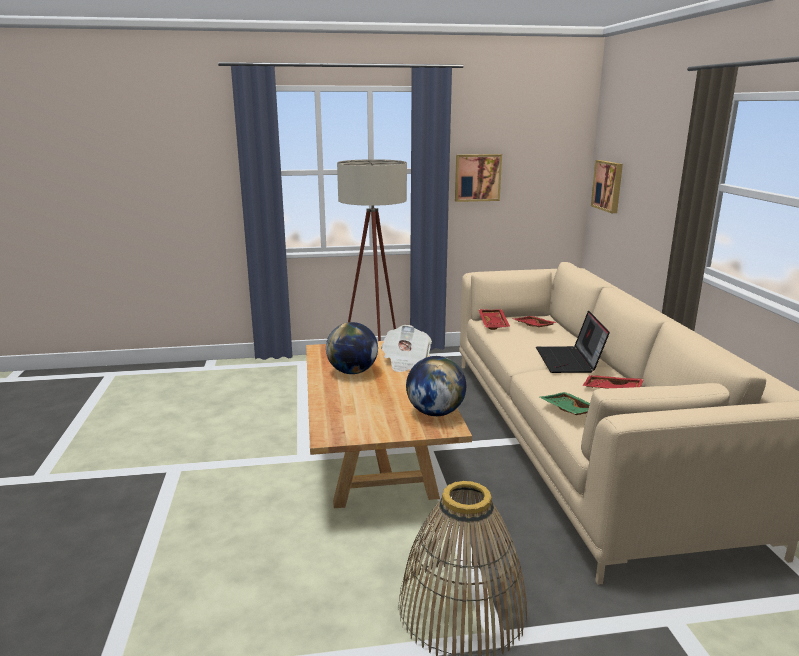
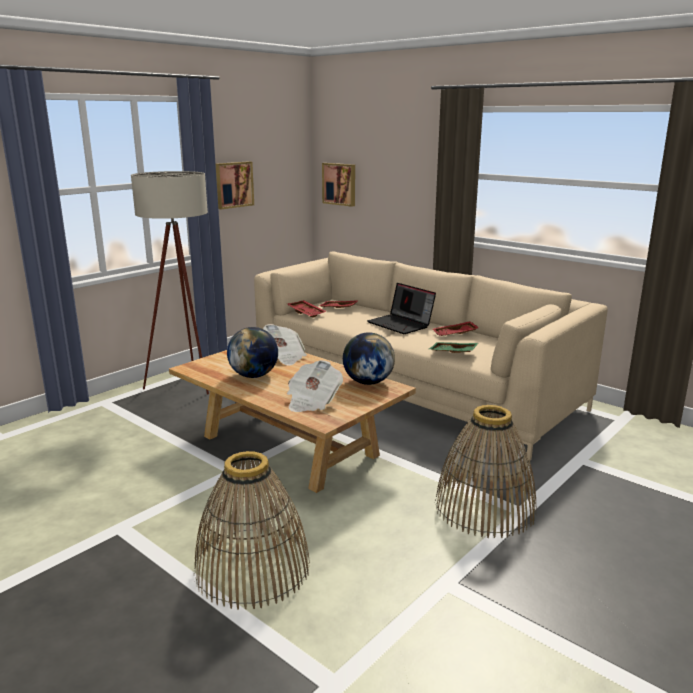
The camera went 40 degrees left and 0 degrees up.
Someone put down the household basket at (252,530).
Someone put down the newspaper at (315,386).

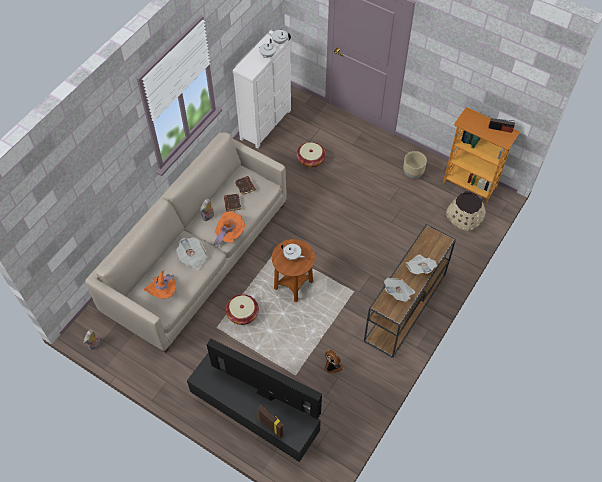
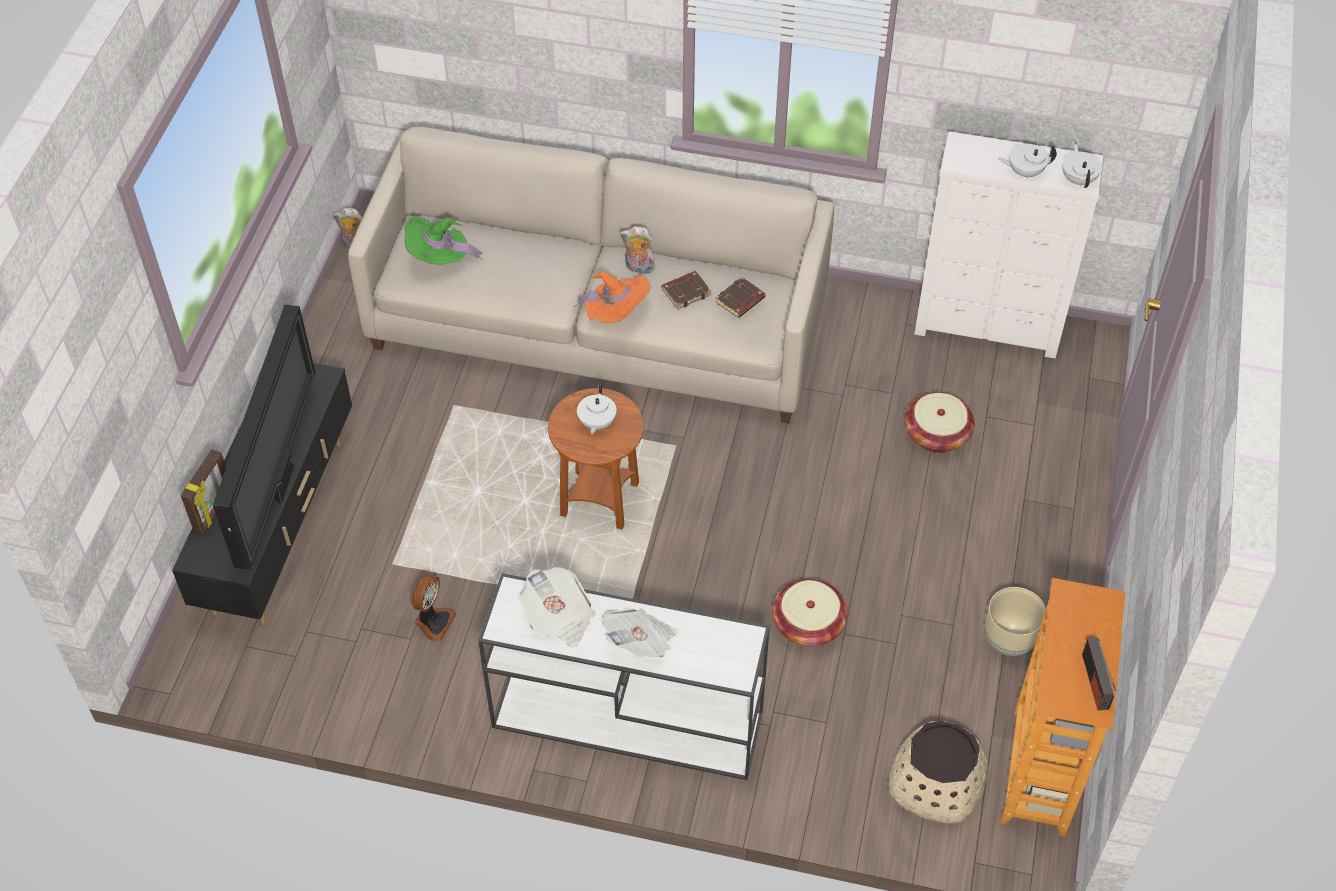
The camera went 70 degrees right and 5 degrees down.
Someone repainted the orange hat at (160,284), which became the green hat at (444,241).
Someone took away the newspaper at (192,253).
Someone carried the household basket from (242,309) to (810,613).
Someone repainted the brown hall table at (410,291), which became the white-coloured hall table at (624,676).

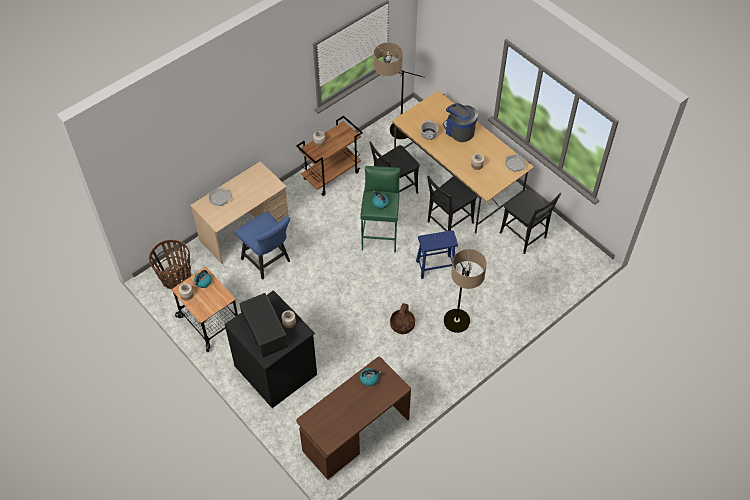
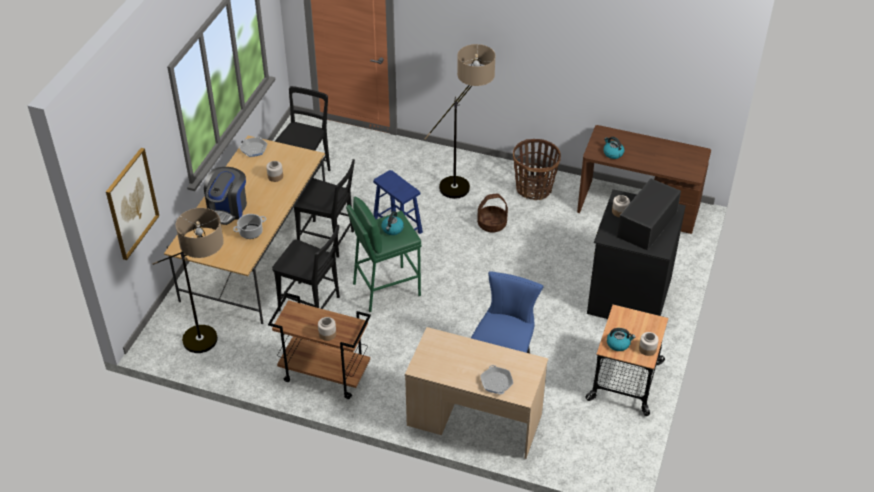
The camera went 120 degrees left and 10 degrees down.
Someone carried the household basket from (170,264) to (537,169).
Someone put up the wall picture at (132,204).

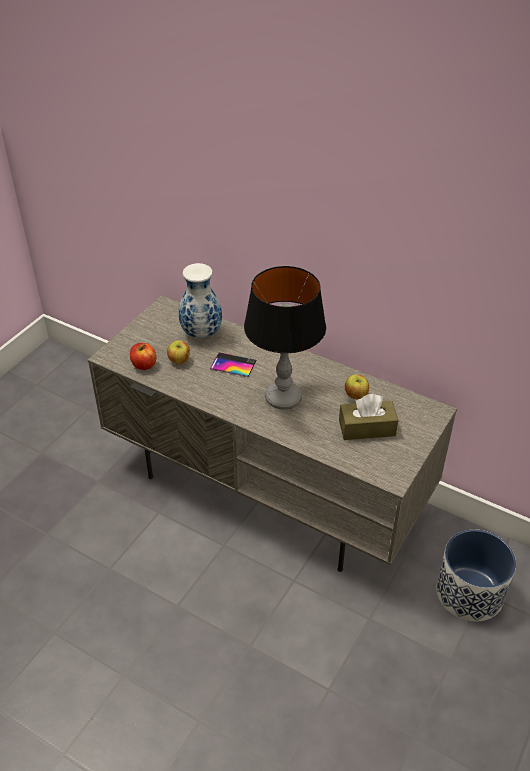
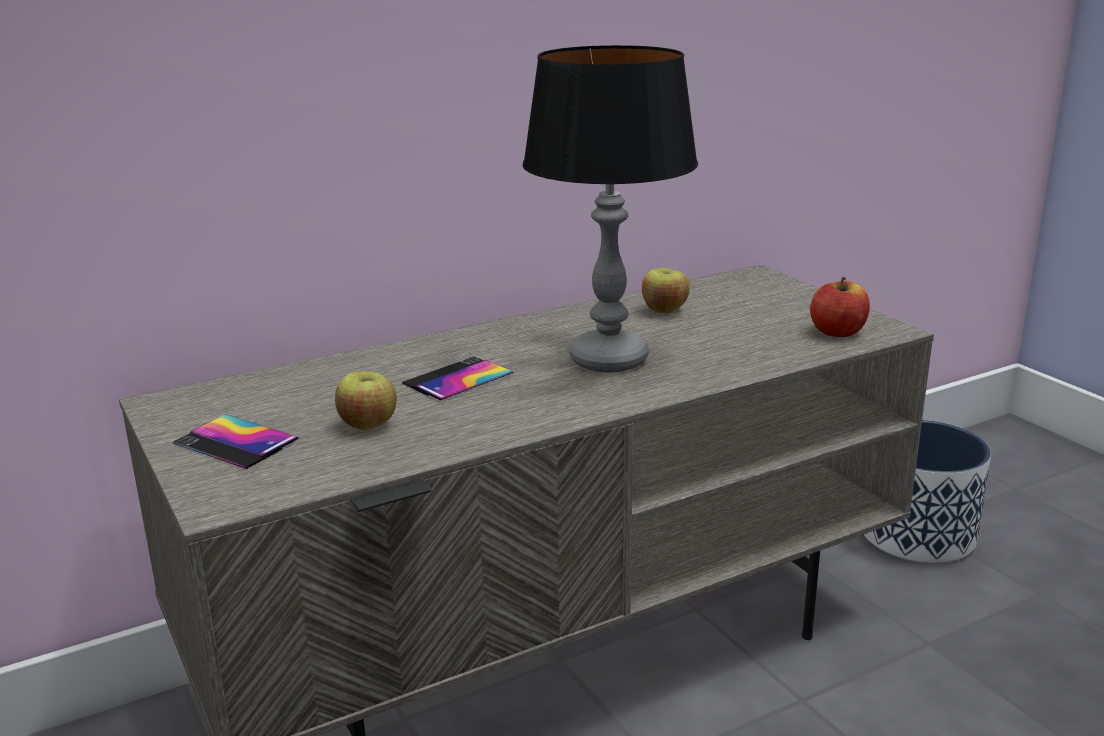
The camera went 60 degrees left and 20 degrees down.
Someone carried the apple fruit from (143,356) to (840,307).
Someone took away the flower vase at (200,301).
Someone took away the brown tissue box at (368,417).
Someone put down the handset at (235,441).

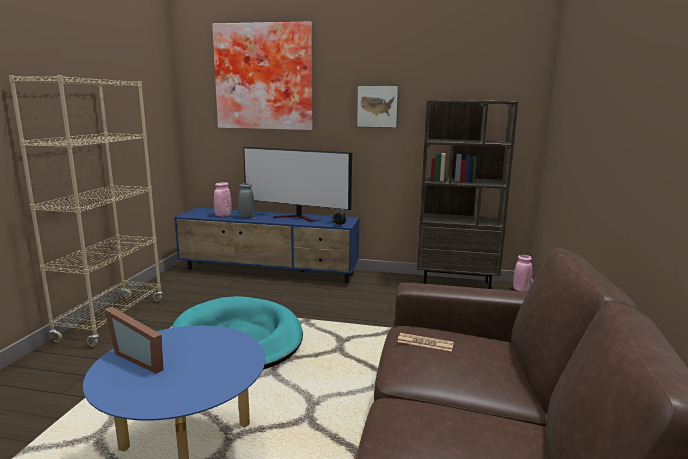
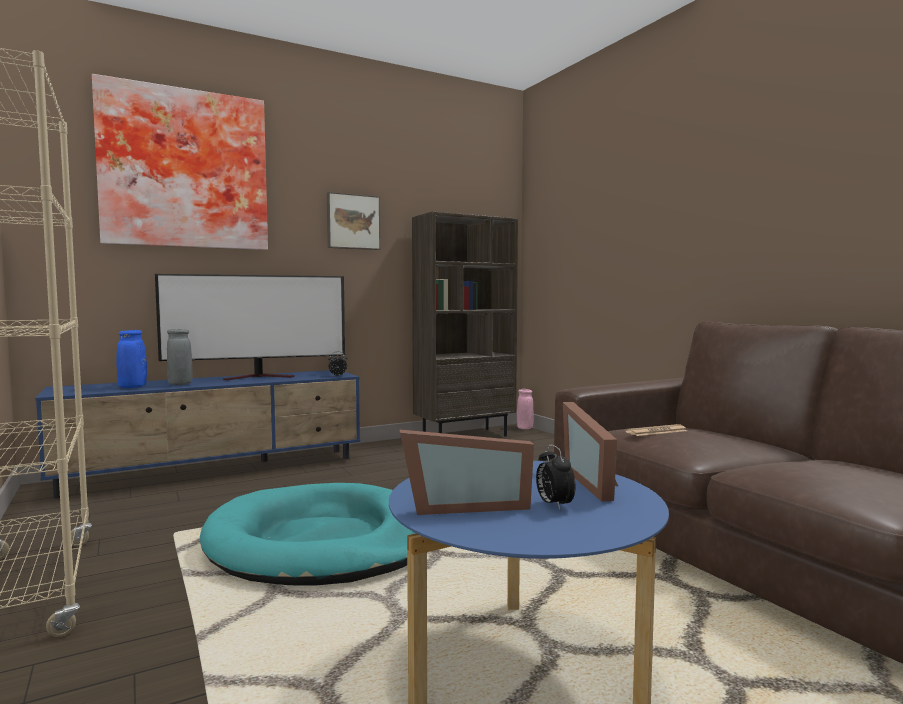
The camera went 40 degrees left and 10 degrees down.
Someone repainted the pink flower vase at (223,199), which became the blue-coloured flower vase at (131,359).
Someone put down the table clock at (555,478).
Someone put down the standing frame at (590,452).

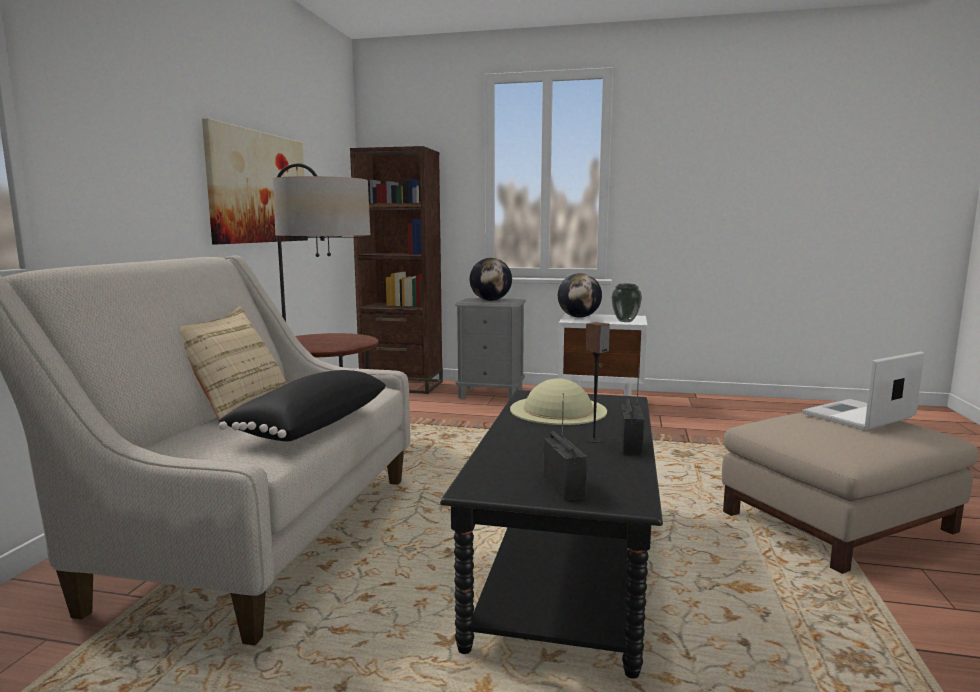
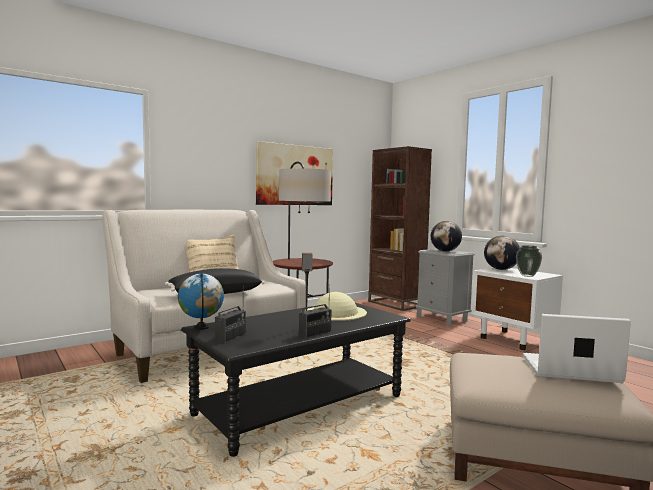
The camera went 40 degrees right and 5 degrees down.
Someone put down the world globe at (201,301).

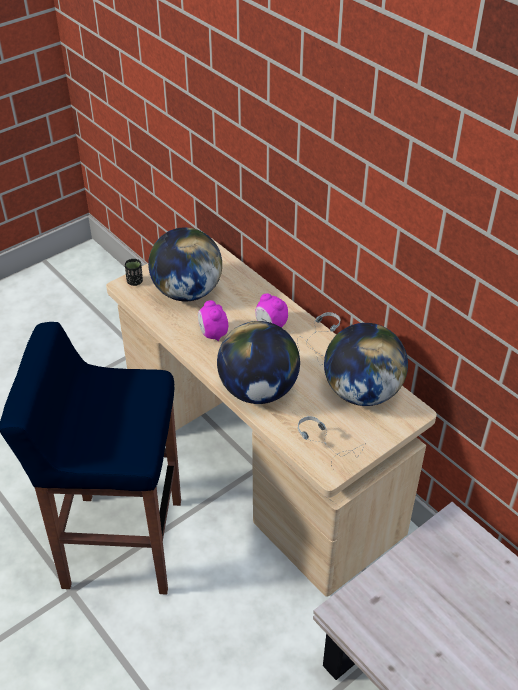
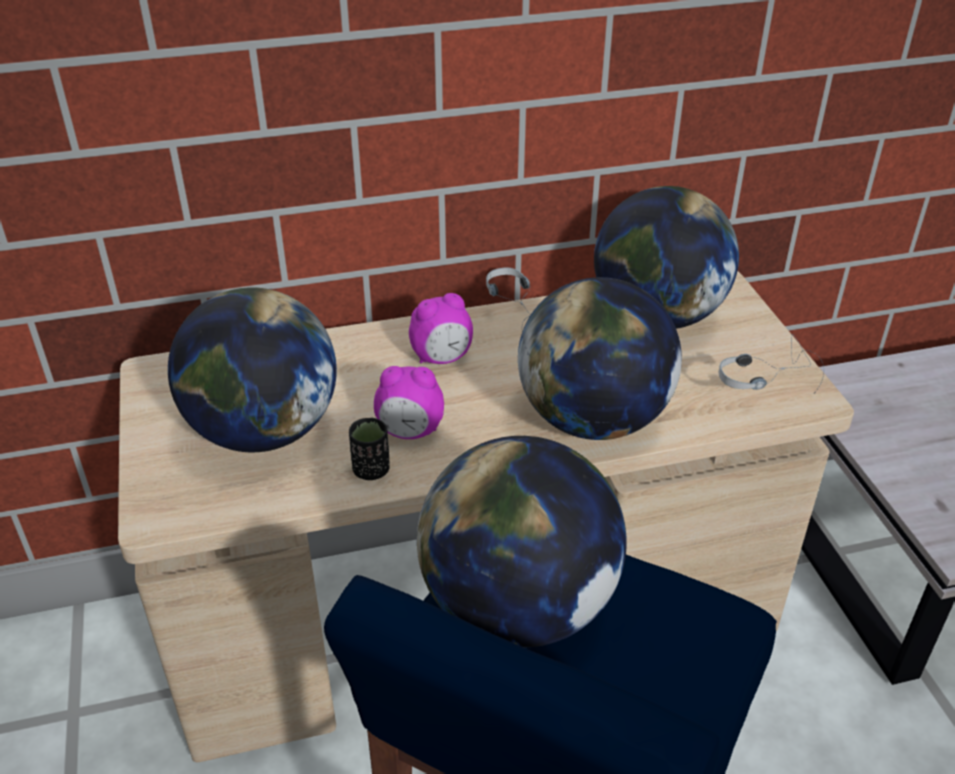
The camera went 65 degrees left and 5 degrees down.
Someone carried the blackish small cup from (134,272) to (369,449).
Someone put down the world globe at (522,542).

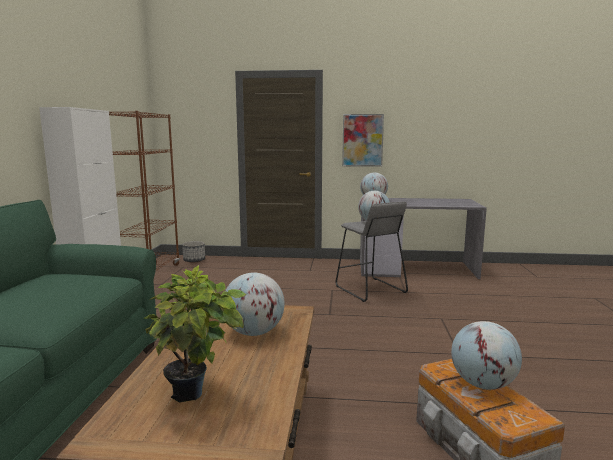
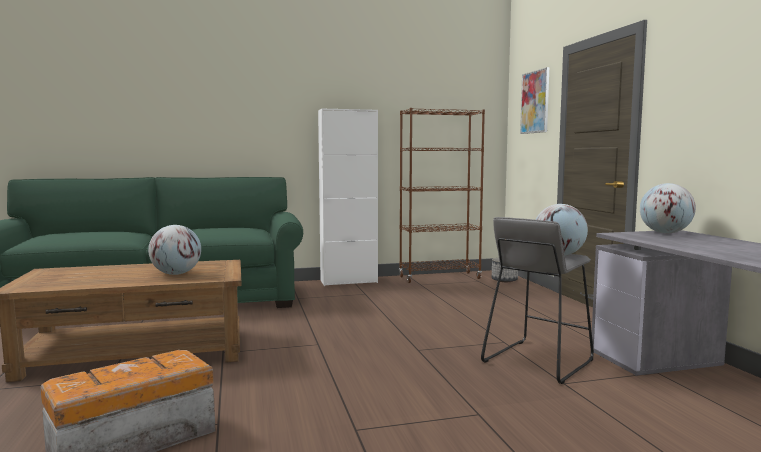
The camera went 70 degrees right and 5 degrees down.
Someone took away the houseplant at (194,334).
Someone carried the wall picture from (363,140) to (534,100).
Someone took away the world globe at (486,355).

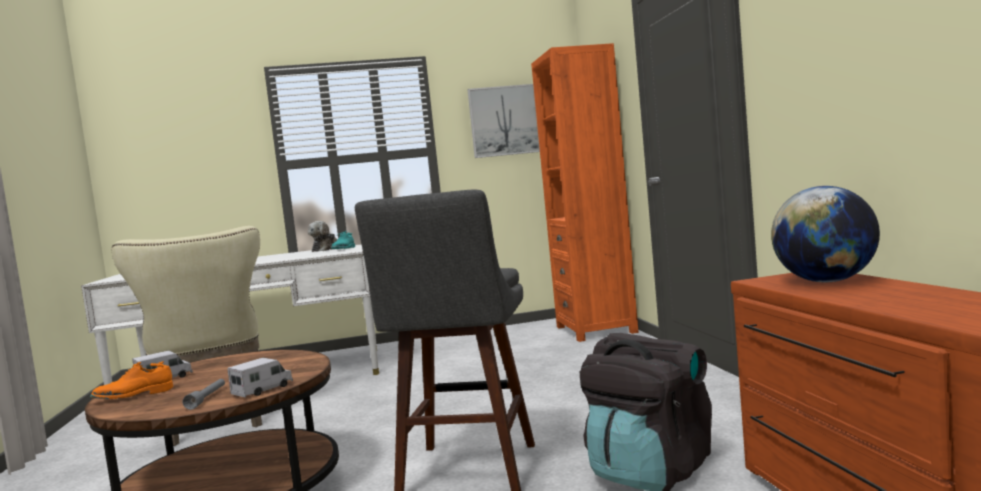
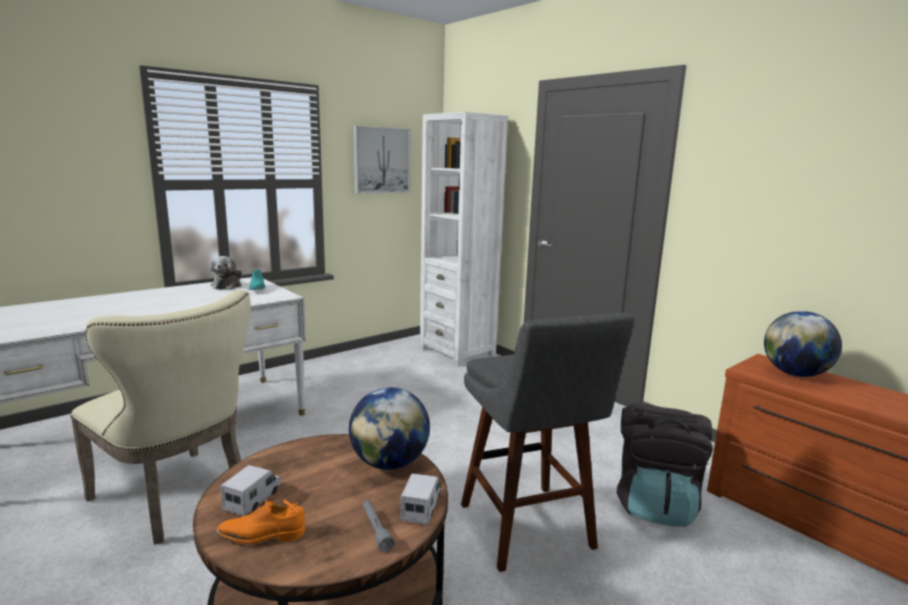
The camera went 30 degrees left and 10 degrees up.
Someone rotated the orange item of footwear at (131,380) by 45 degrees clockwise.
Someone repainted the orange bookshelf at (585,192), which became the white-coloured bookshelf at (464,239).
Someone put down the world globe at (389,428).

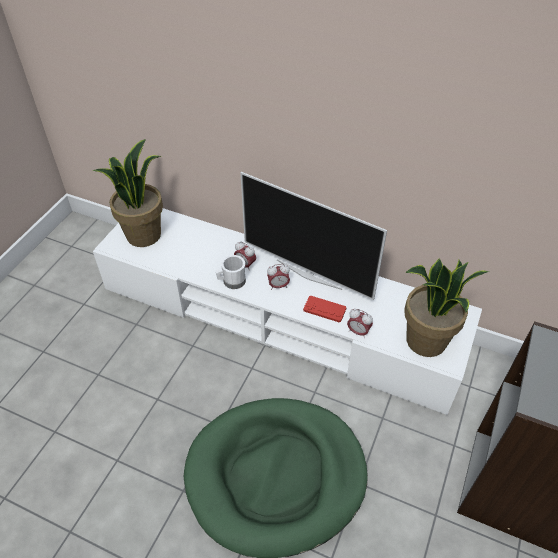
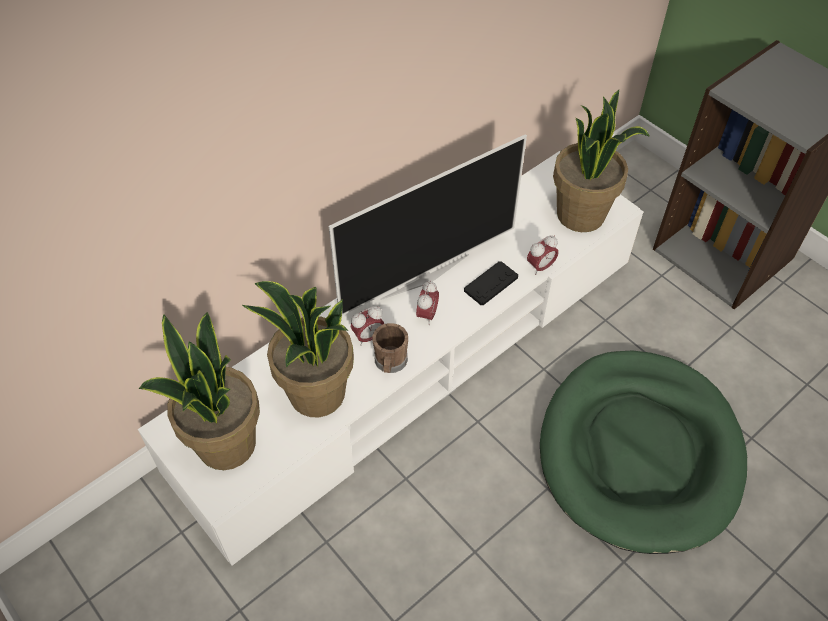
The camera went 65 degrees left and 5 degrees up.
Someone repainted the white-coloured tea mug at (231,272), which became the brown tea mug at (390,348).
Someone repainted the red-coloured game controller at (325,309), which became the blackish game controller at (491,283).
Someone put down the houseplant at (298,349).

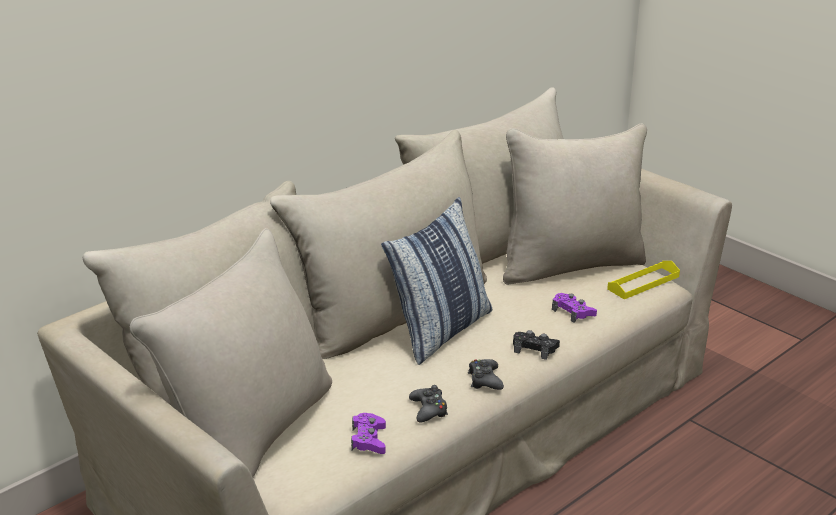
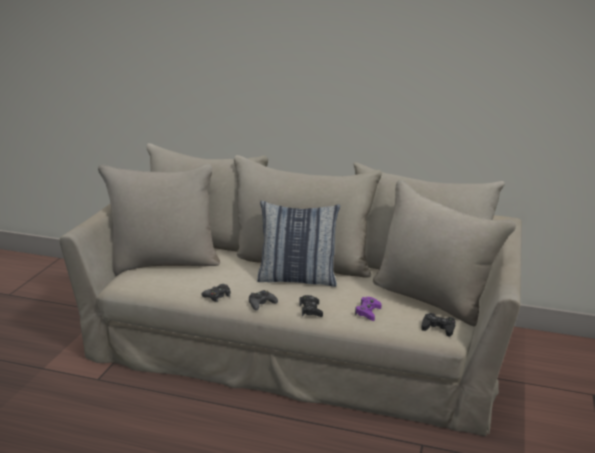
The camera went 60 degrees right and 5 degrees down.
Someone took away the purple game controller at (368,433).
Someone swapped the yellowish carrying tray at (643,280) for the blackish game controller at (438,325).

